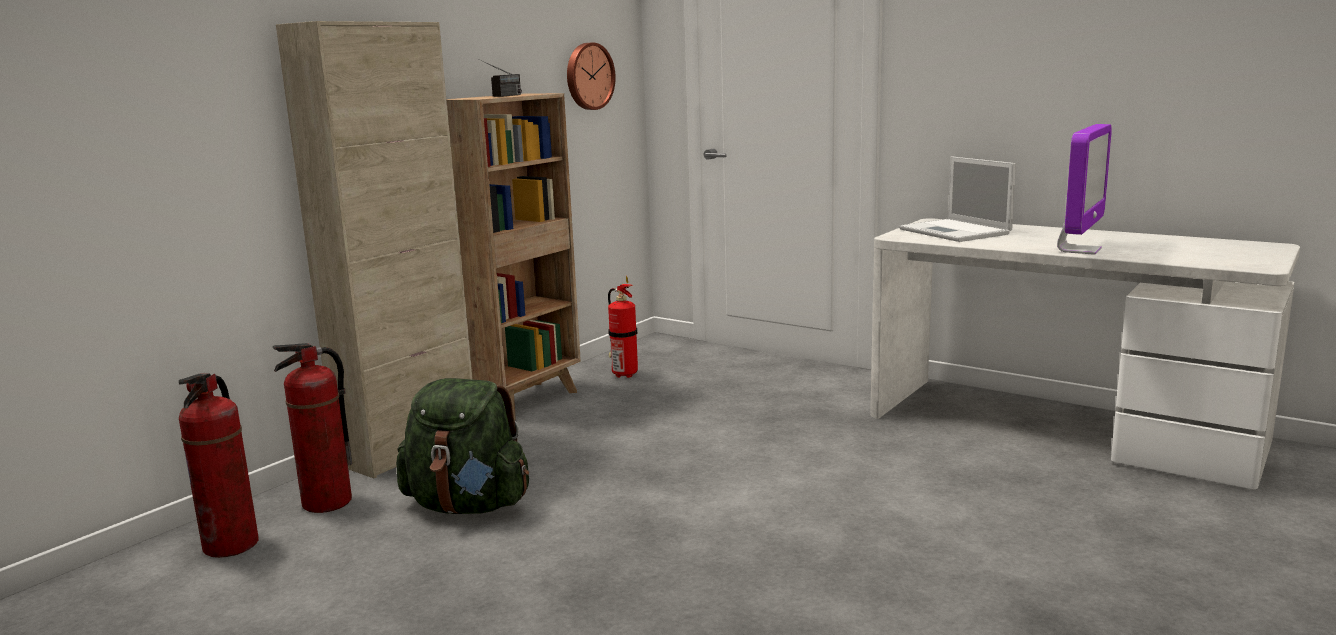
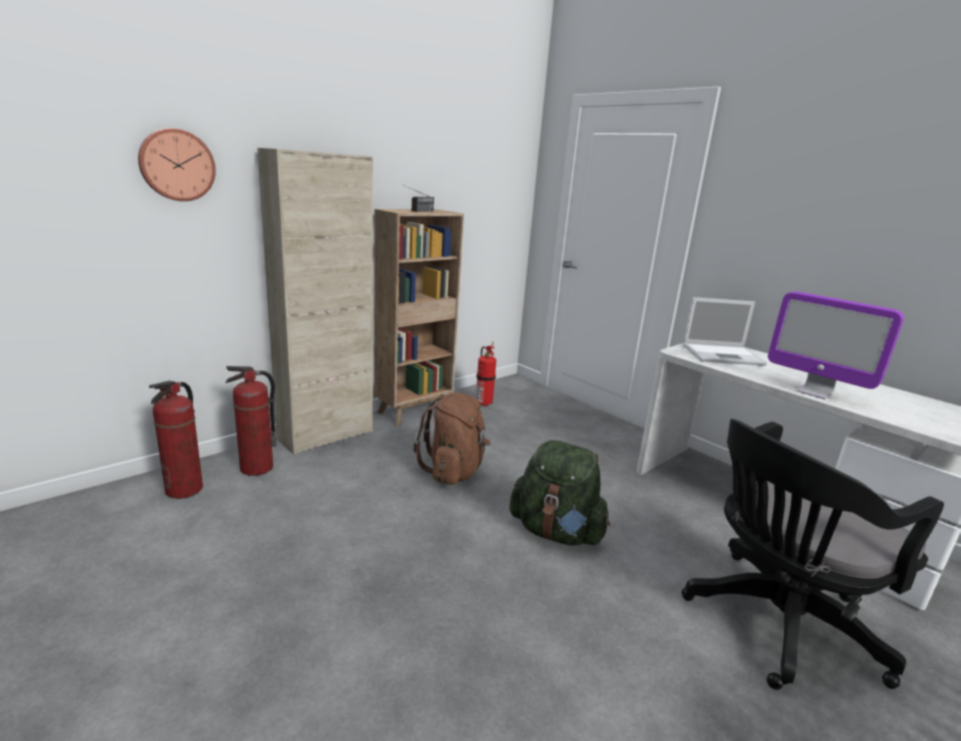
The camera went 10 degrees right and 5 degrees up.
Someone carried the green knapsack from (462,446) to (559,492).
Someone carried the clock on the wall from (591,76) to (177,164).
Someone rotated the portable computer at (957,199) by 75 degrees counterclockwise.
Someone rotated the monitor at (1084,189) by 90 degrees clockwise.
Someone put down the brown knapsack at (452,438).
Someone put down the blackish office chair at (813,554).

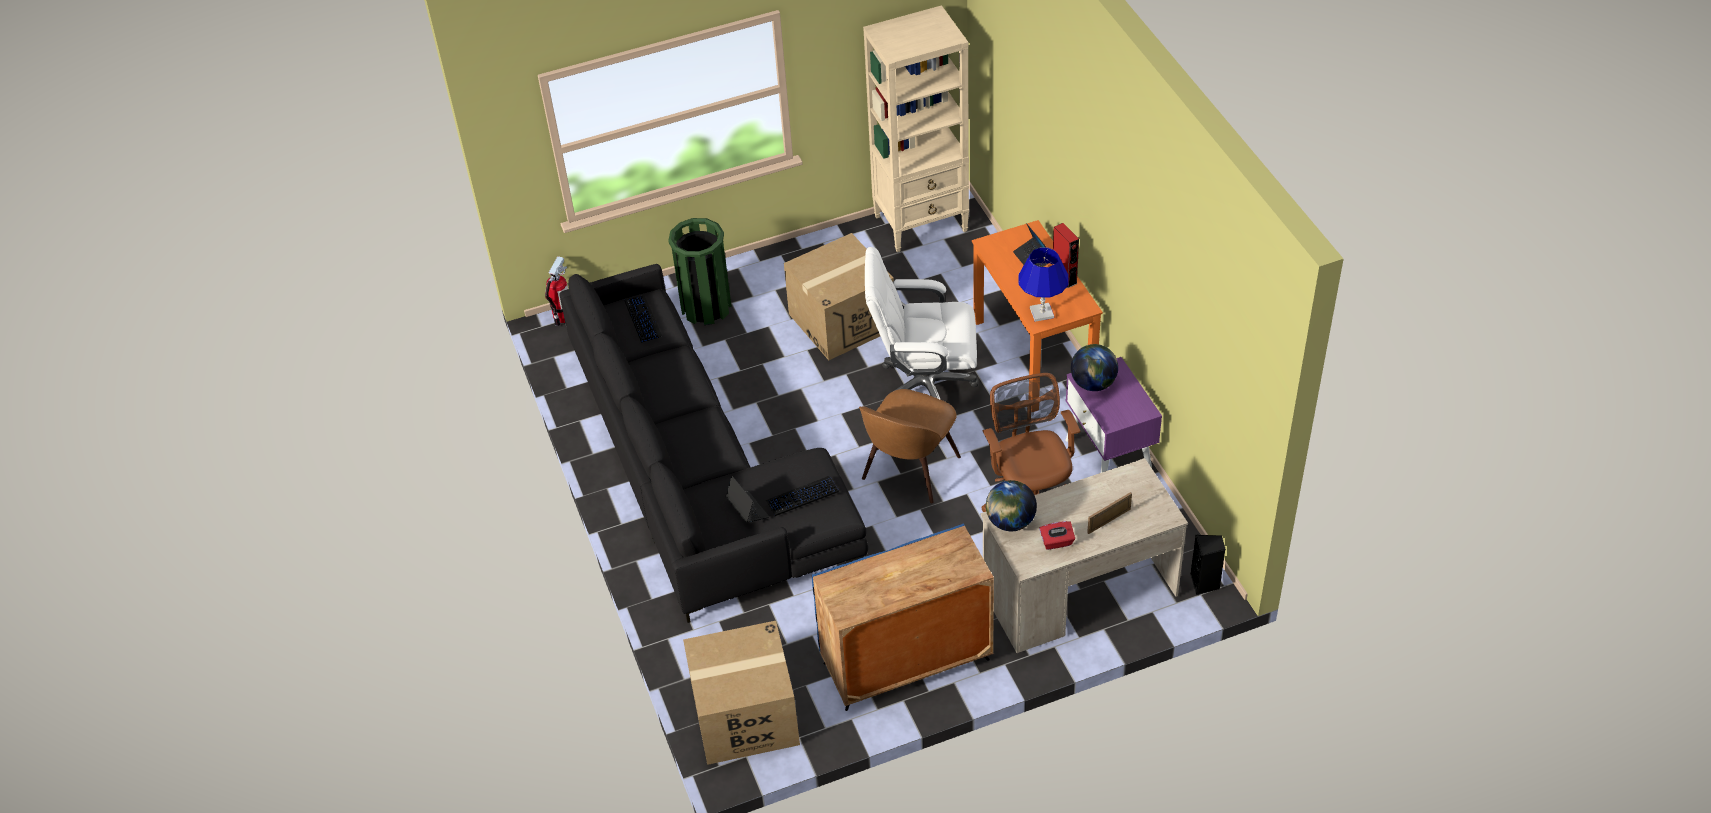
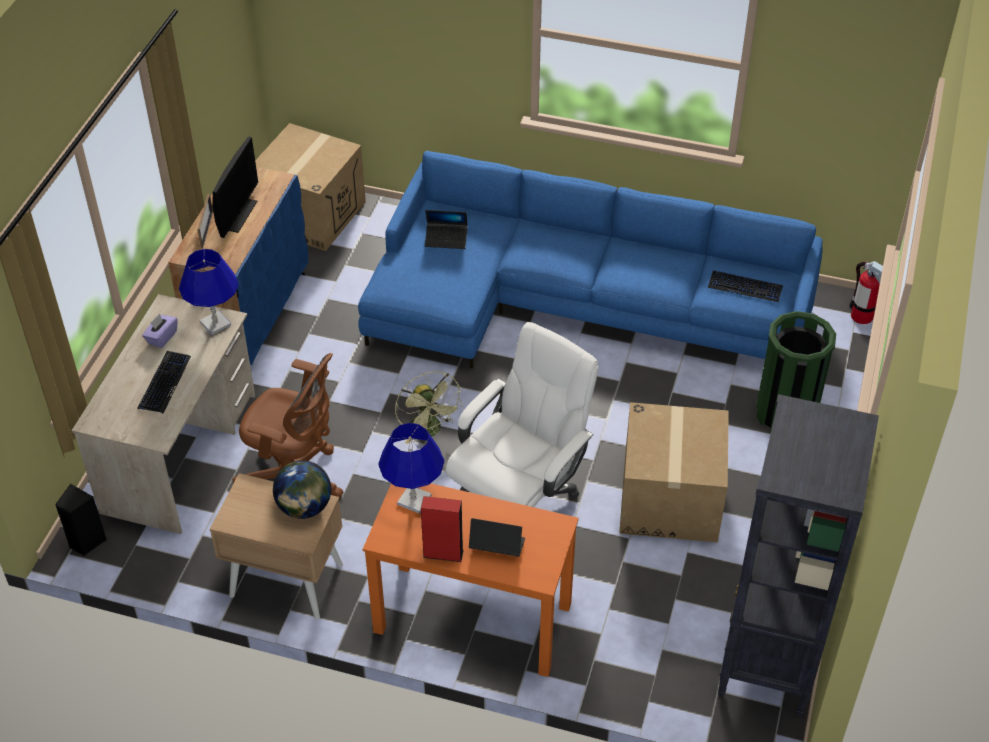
The camera went 125 degrees right and 0 degrees up.
Someone repainted the blackish settee at (714,443), which became the blue-coloured settee at (590,260).
Someone carried the PC keyboard from (802,496) to (164,382).
Someone swapped the brown plain chair at (910,446) for the green cooling fan at (429,408).
Someone repainted the beige bookshelf at (916,128), which became the blackish bookshelf at (798,555).
Someone swapped the world globe at (1011,505) for the blue-coloured table lamp at (209,292).
Someone repainted the red-coloured tissue box at (1057,535), which became the purple tissue box at (160,331).
Someone repainted the purple nightstand at (1113,415), which became the beige nightstand at (276,546).
Someone carried the standing frame from (1109,513) to (205,221).
Someone put down the monitor at (235,187).

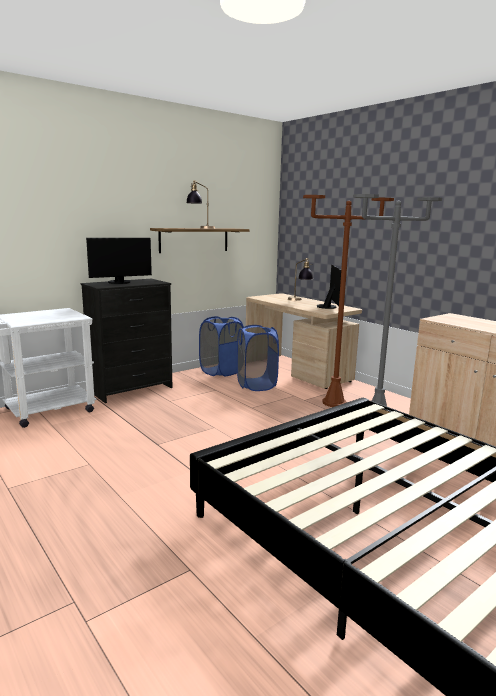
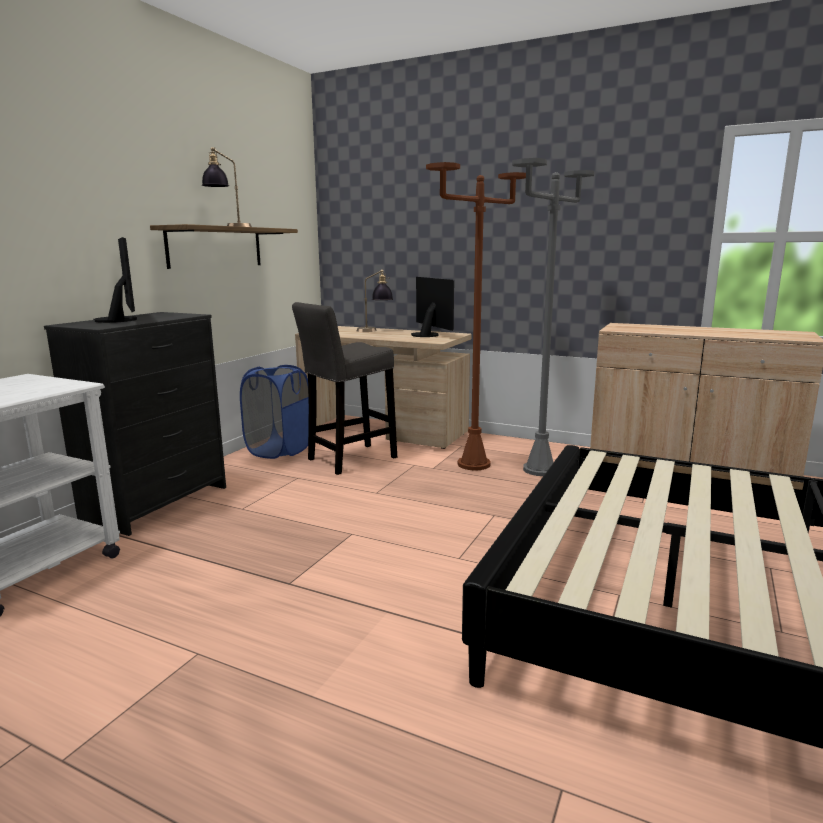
The camera went 25 degrees left and 0 degrees up.
Someone rotated the monitor at (119,261) by 60 degrees counterclockwise.
Someone swapped the blue-coloured laundry basket at (258,358) for the grey stool at (344,388).

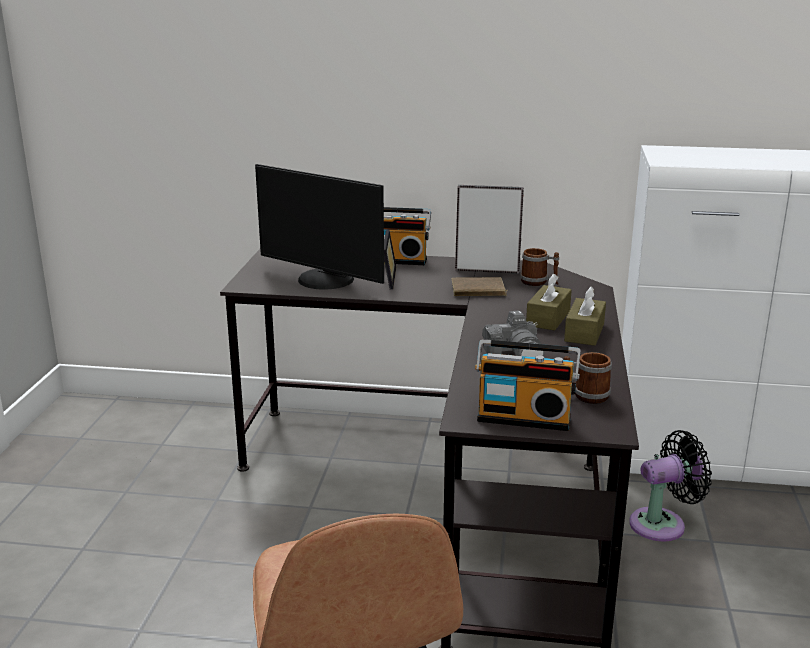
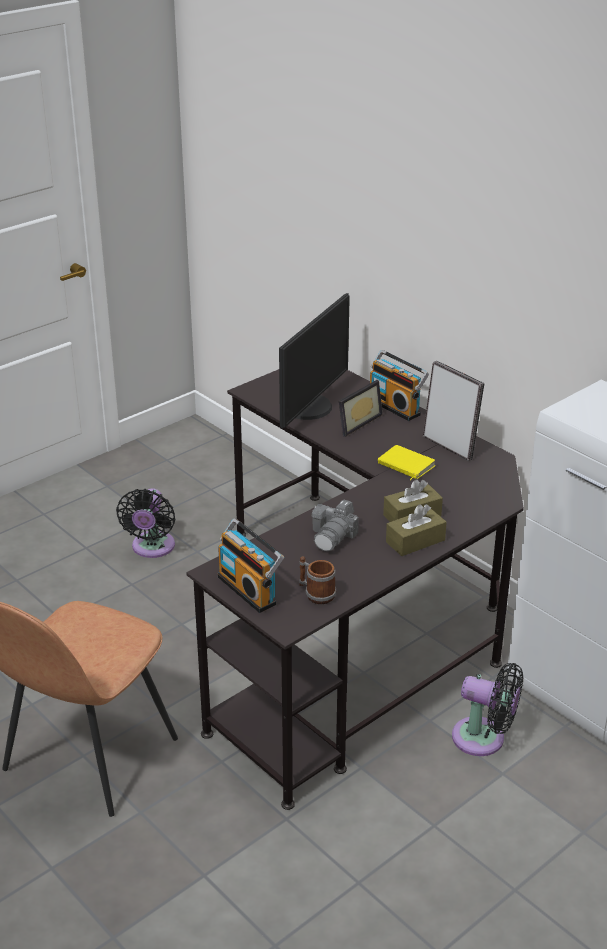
The camera went 40 degrees right and 10 degrees up.
Someone rotated the monitor at (319,227) by 135 degrees counterclockwise.
Someone repainted the brown bound book at (479,286), which became the yellowish bound book at (407,462).
Someone took away the tea mug at (539,267).
Someone put down the blackish cooling fan at (145,523).

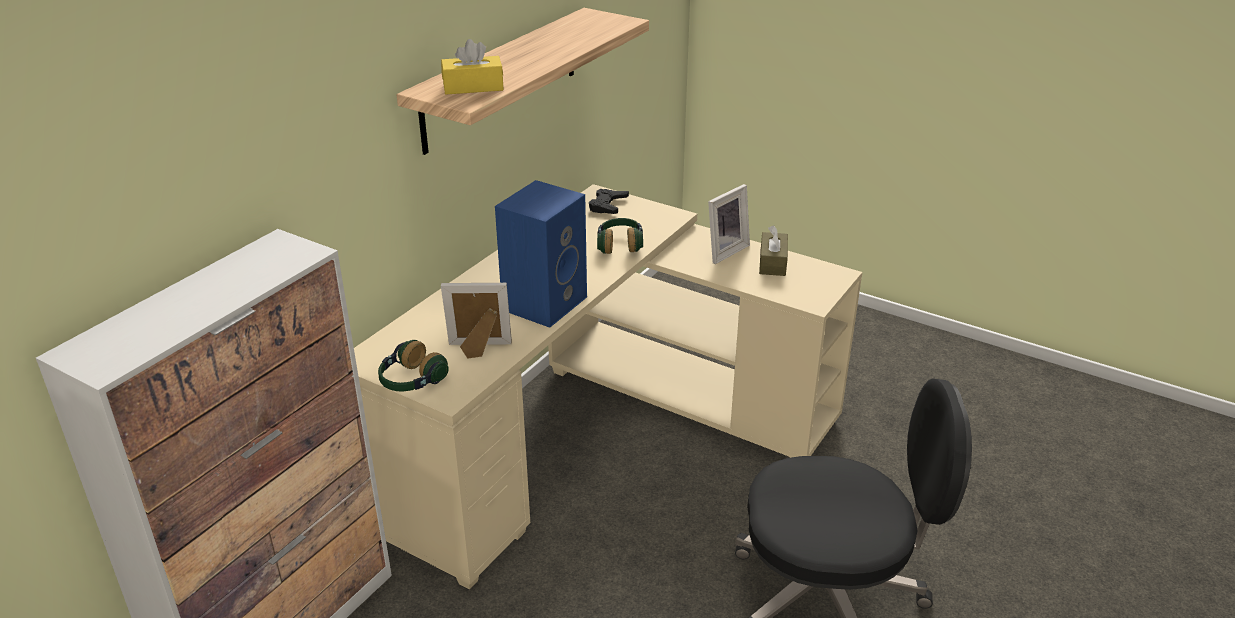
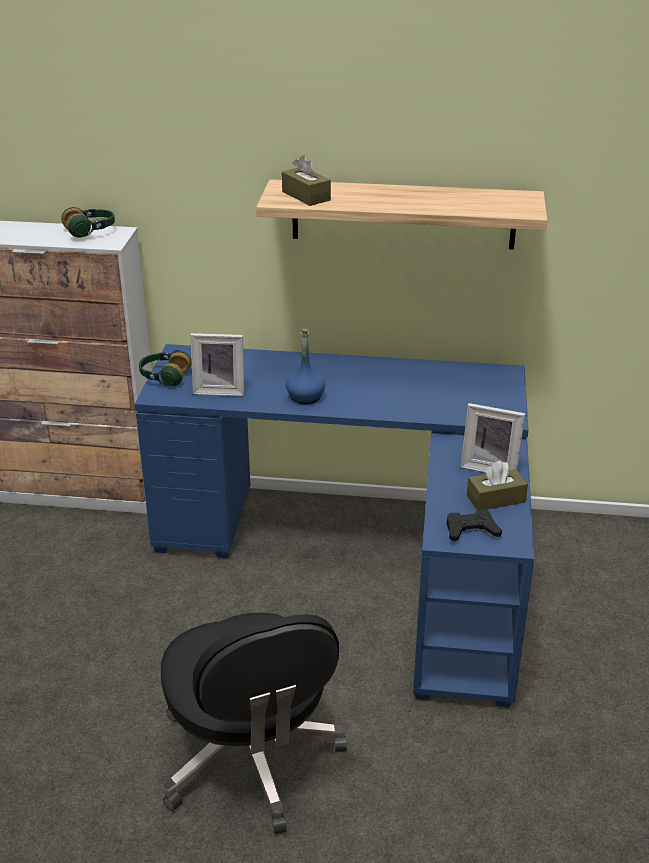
The camera went 65 degrees right and 0 degrees up.
Someone repainted the beige desk at (608,386), which became the blue-coloured desk at (334,526).
Someone repainted the yellowish tissue box at (472,67), which became the brown tissue box at (306,180).
Someone rotated the standing frame at (476,321) by 120 degrees clockwise.
Someone swapped the blue-coloured loudspeaker at (541,254) for the blue-coloured drink bottle at (305,366).
Someone carried the blackish game controller from (609,201) to (474,525).
Someone carried the headphones from (620,236) to (88,222).

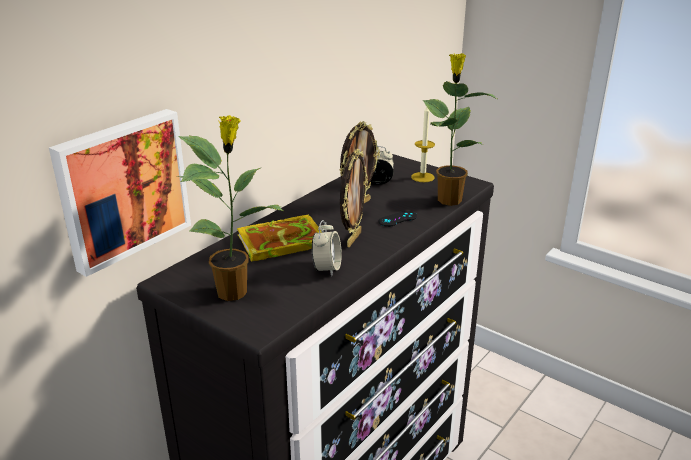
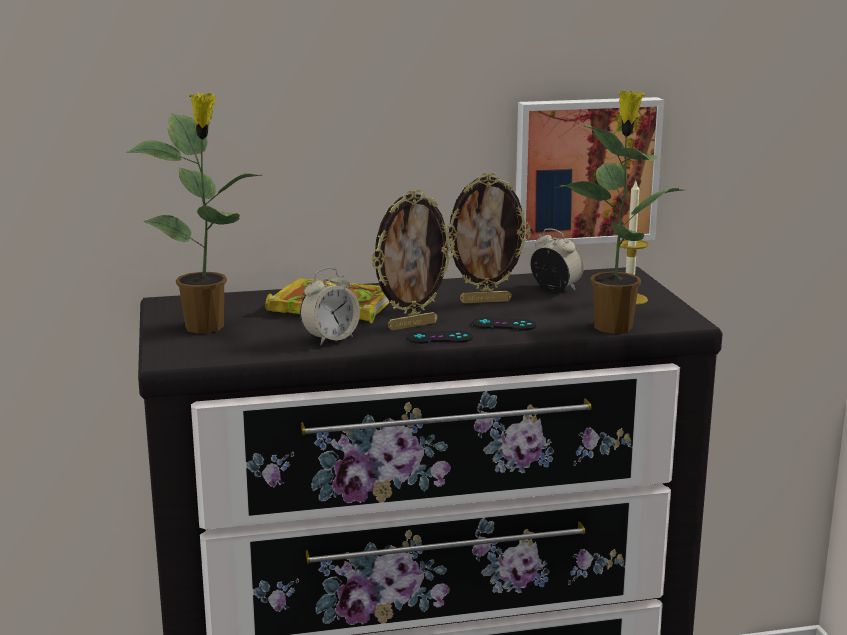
The camera went 40 degrees right and 10 degrees down.
Someone carried the wall picture from (120,193) to (590,172).
Someone put down the blackish game controller at (439,337).

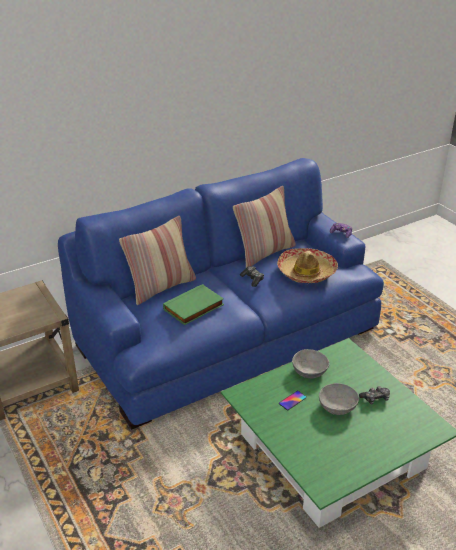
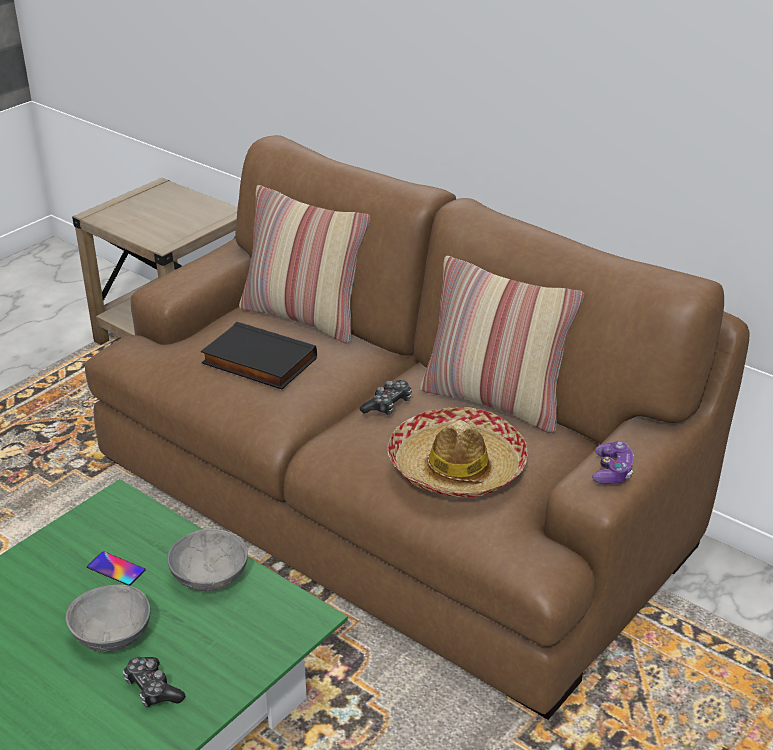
The camera went 70 degrees right and 0 degrees up.
Someone repainted the blue-coloured settee at (221,294), which became the brown settee at (417,427).
Someone repainted the green bound book at (193,304), which became the blackish bound book at (259,355).

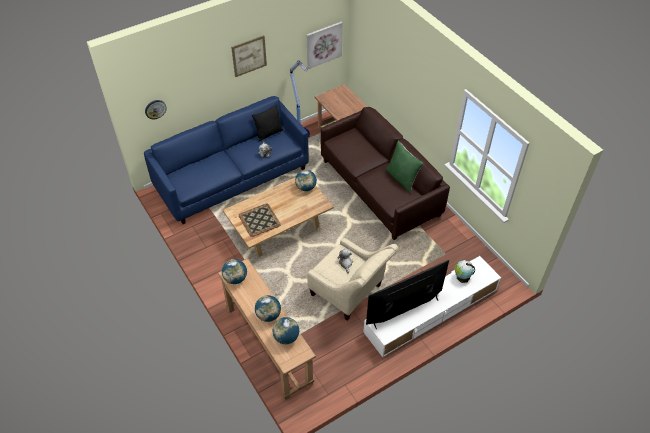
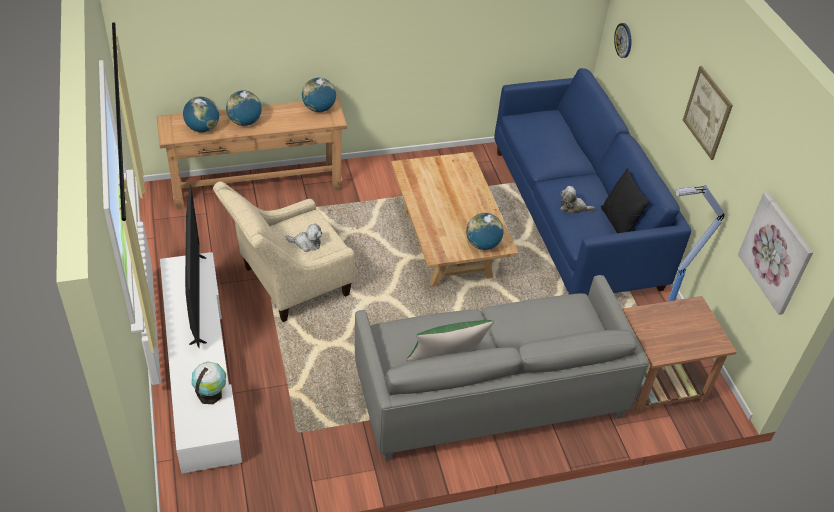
The camera went 105 degrees right and 5 degrees down.
Someone took away the carrying tray at (260,220).
Someone repainted the brown settee at (385,173), which became the grey settee at (502,368).

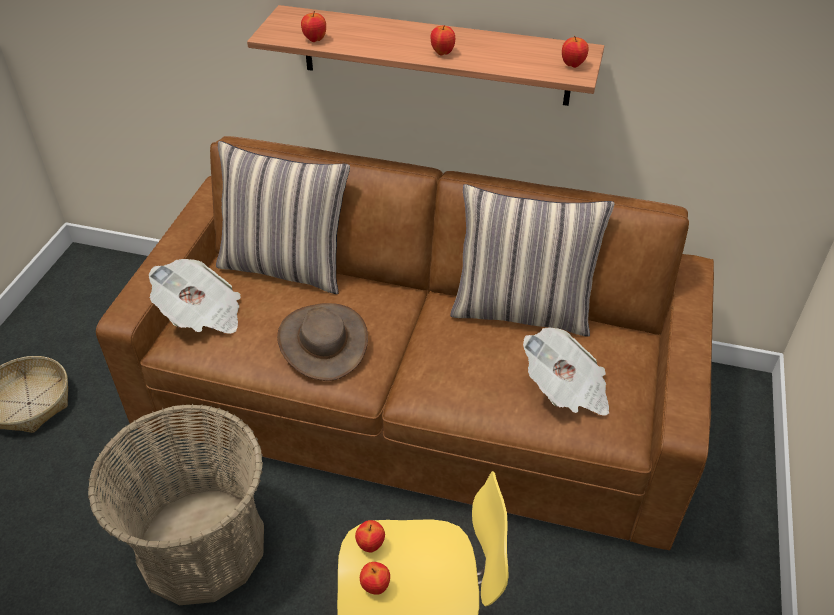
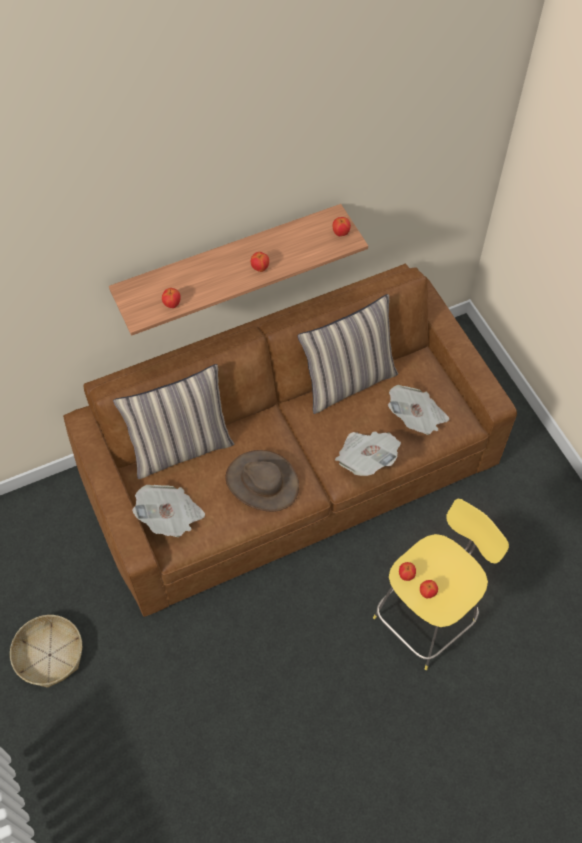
The camera went 40 degrees left and 15 degrees up.
Someone took away the household basket at (175,504).
Someone put down the newspaper at (368,453).

